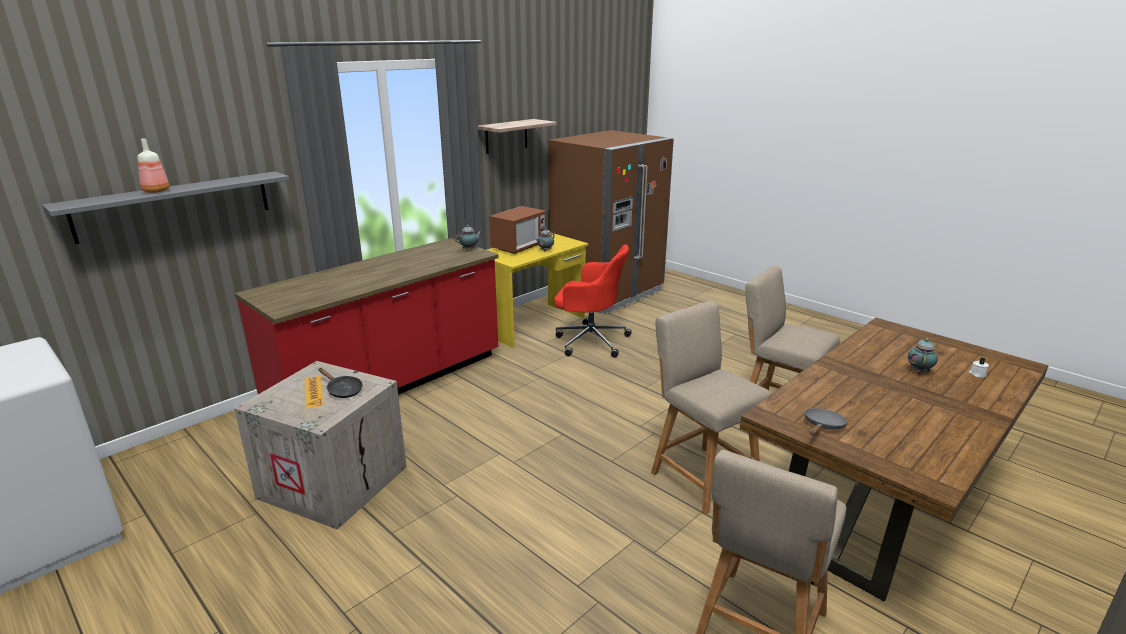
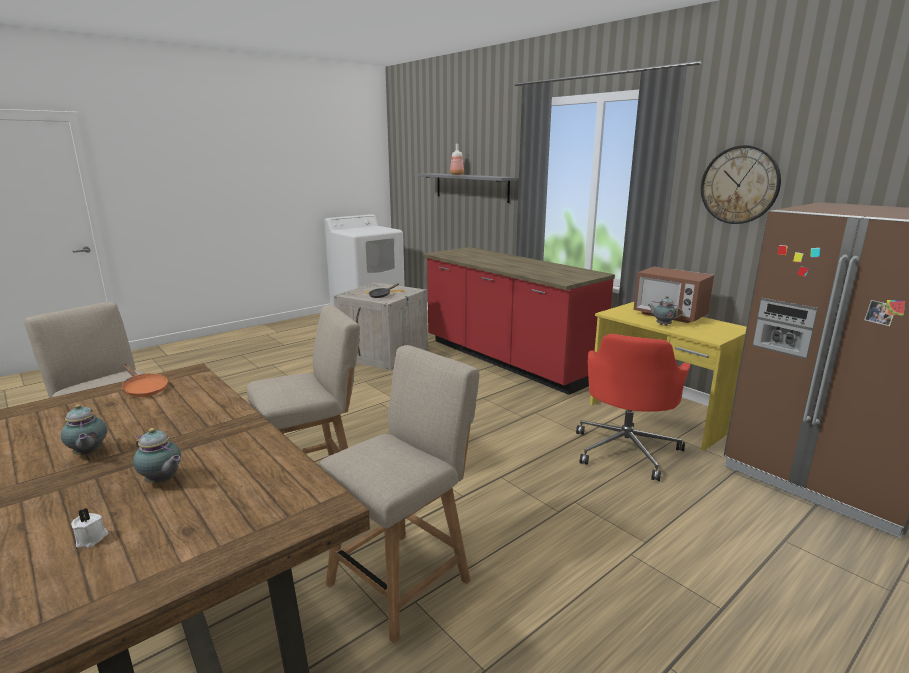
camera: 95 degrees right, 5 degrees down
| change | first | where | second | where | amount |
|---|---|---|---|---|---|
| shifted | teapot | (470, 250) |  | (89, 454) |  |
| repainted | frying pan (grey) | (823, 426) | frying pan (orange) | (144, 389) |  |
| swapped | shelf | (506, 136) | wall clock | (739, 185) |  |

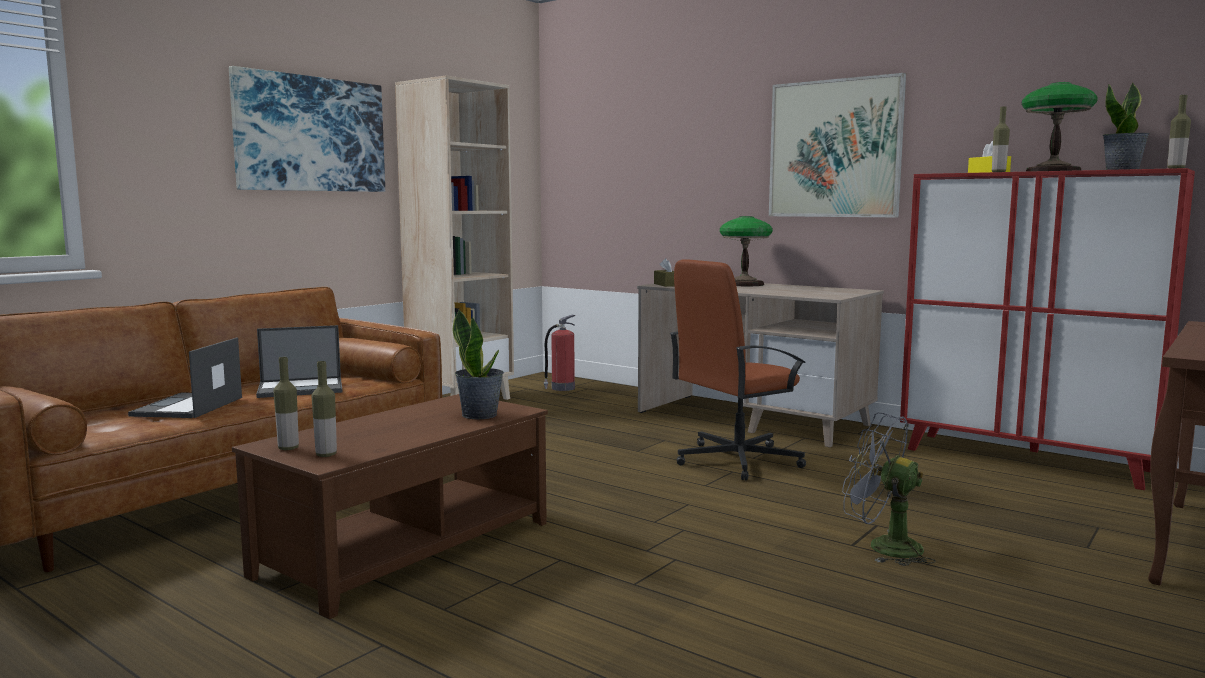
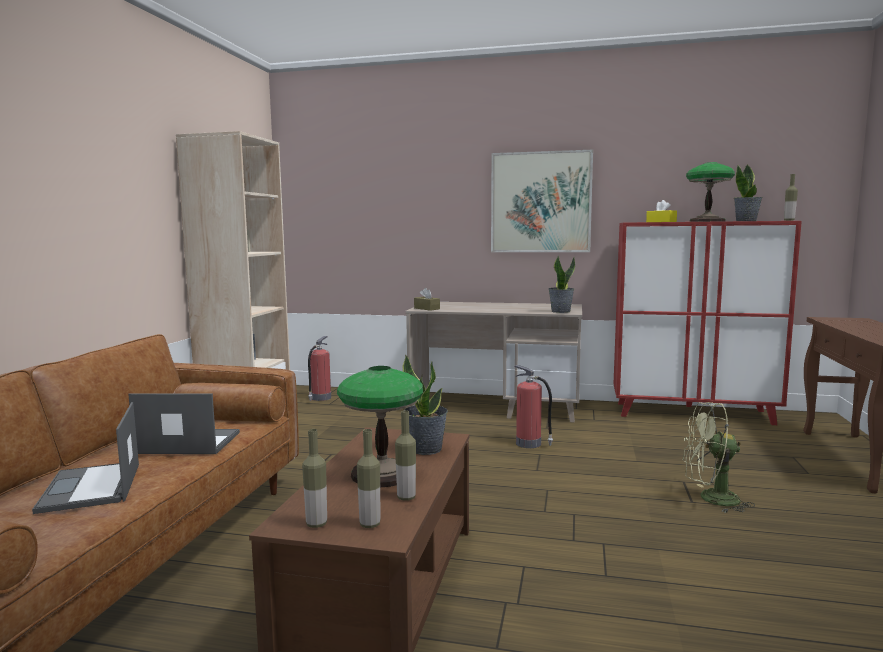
camera: 25 degrees left, 0 degrees up
| change | first | where | second | where | amount |
|---|---|---|---|---|---|
| rotated | laptop | (302, 388) |  | (187, 443) | 135 degrees counterclockwise |
| shifted | table lamp | (744, 284) |  | (383, 474) |  |
| shifted | bottle | (998, 172) |  | (406, 497) |  |
| swapped | office chair (brown) | (736, 460) | fire extinguisher | (529, 444) |  |
| new |  |  | potted plant | (560, 311) |  |
| repainted | fan (grey) | (883, 547) | fan (green) | (710, 499) |  |
| gone | picture | (311, 134) |  |  |  |

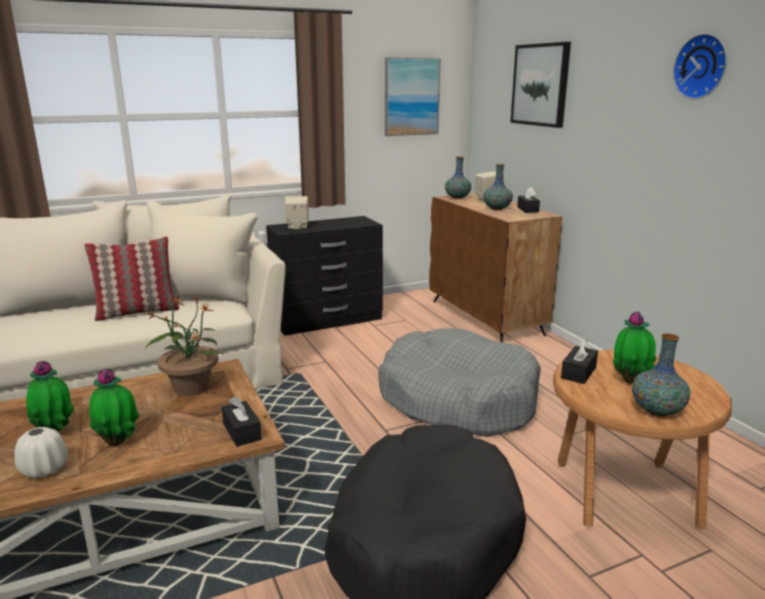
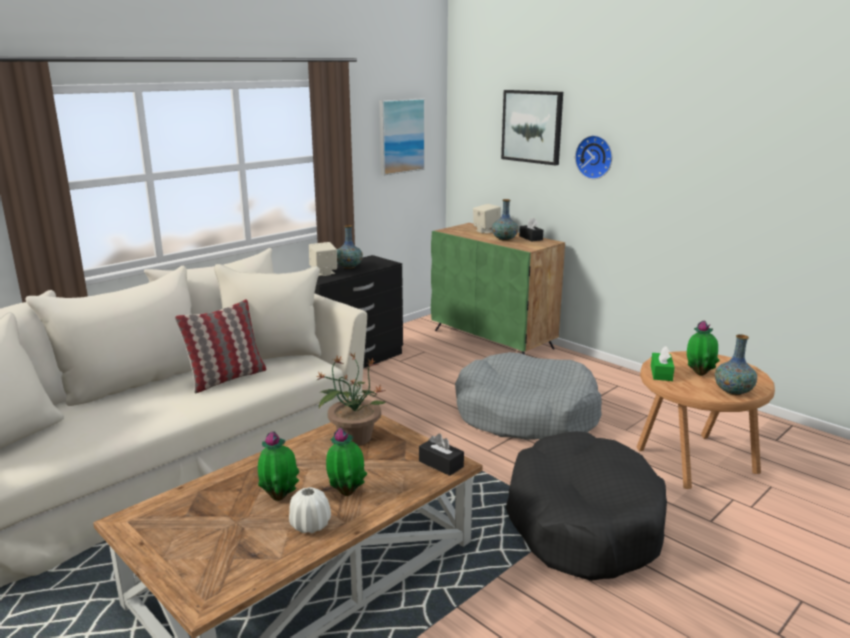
camera: 20 degrees left, 0 degrees up
| change | first | where | second | where | amount |
|---|---|---|---|---|---|
| shifted | vase | (457, 197) |  | (349, 267) |  |
| repainted | cabinet (brown) | (486, 317) | cabinet (green) | (493, 339) |  |
| shifted | wall clock | (702, 66) |  | (595, 157) |  |
| repainted | tissue box (black) | (578, 372) | tissue box (green) | (661, 373) |  |

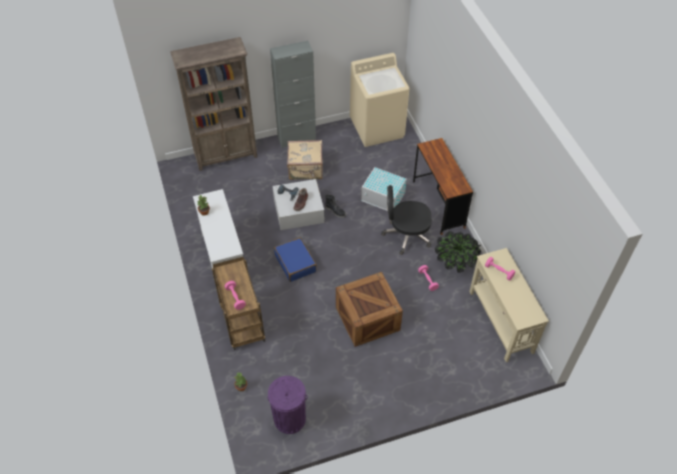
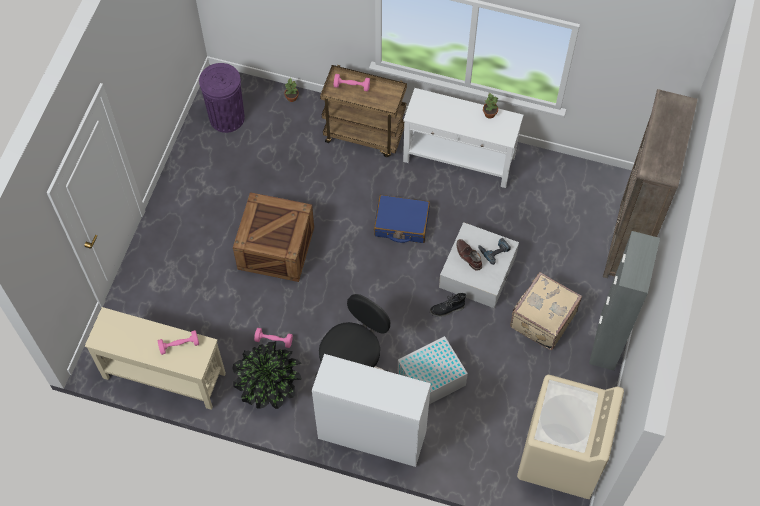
camera: 125 degrees right, 10 degrees up
| change | first | where | second | where | amount |
|---|---|---|---|---|---|
| swapped | desk (brown) | (438, 204) | cabinet (white) | (371, 435) |  |

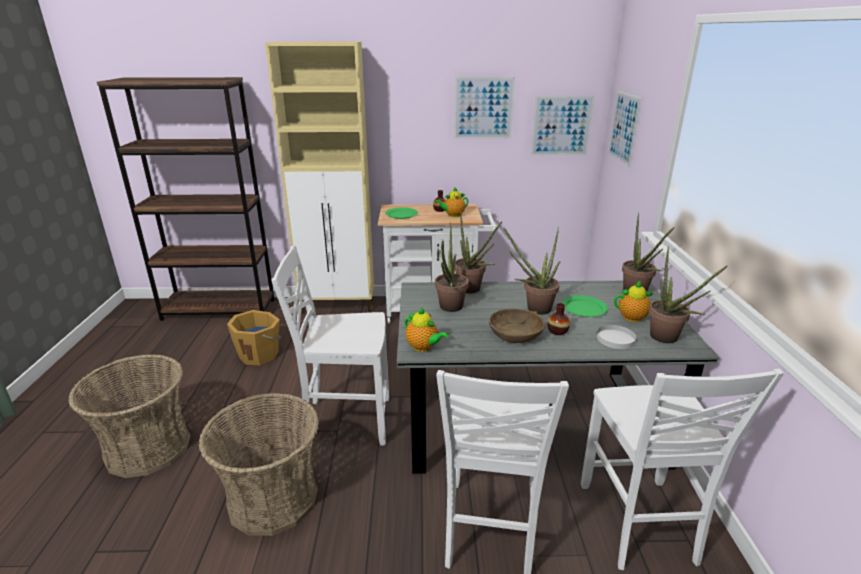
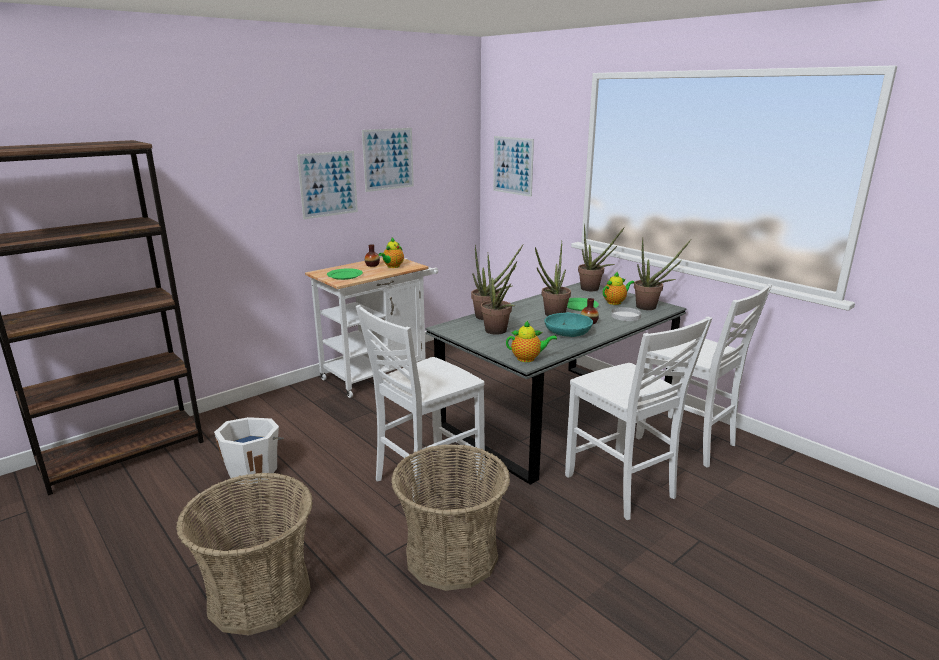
camera: 40 degrees left, 5 degrees down
| change | first | where | second | where | amount |
|---|---|---|---|---|---|
| repainted | bucket (orange) | (260, 354) | bucket (white) | (253, 471) |  |
| shifted | picture | (561, 126) |  | (328, 184) |  |
| repainted | bowl (brown) | (515, 333) | bowl (turquoise) | (567, 331) |  |
| gone | cabinet (beige) | (339, 306) |  |  |  |

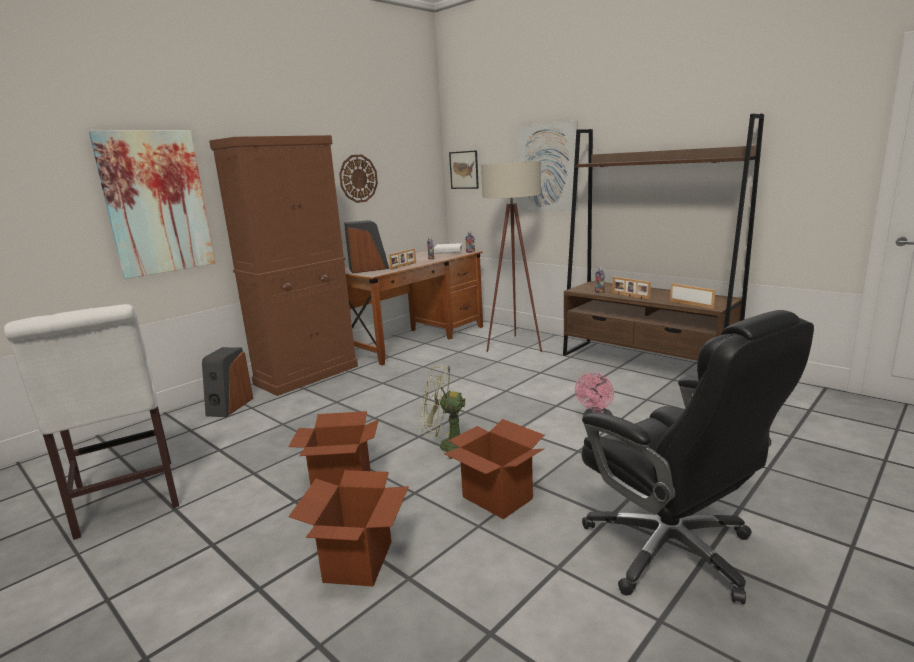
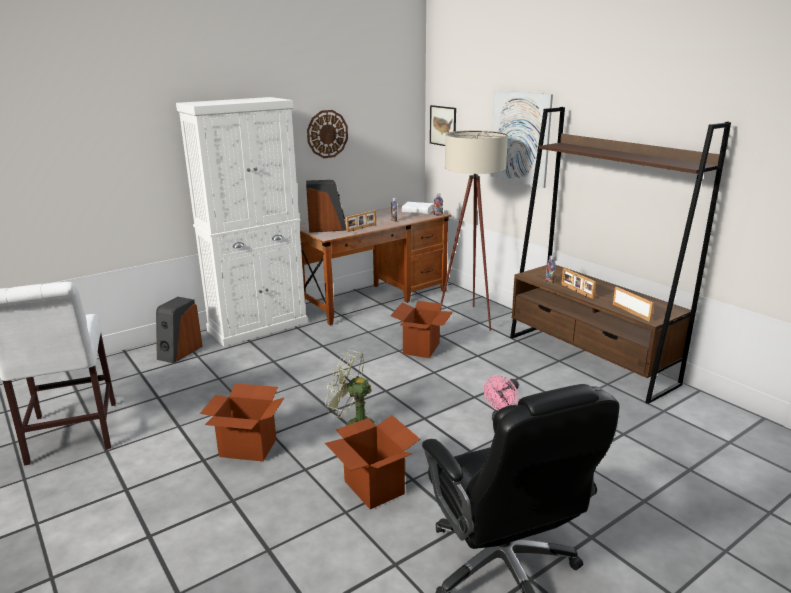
camera: 10 degrees right, 5 degrees up
| change | first | where | second | where | amount |
|---|---|---|---|---|---|
| repainted | cabinet (brown) | (307, 375) | cabinet (white) | (258, 326) |  |
| shifted | cardboard box | (358, 562) |  | (421, 348) |  |
| gone | picture | (156, 203) |  |  |  |

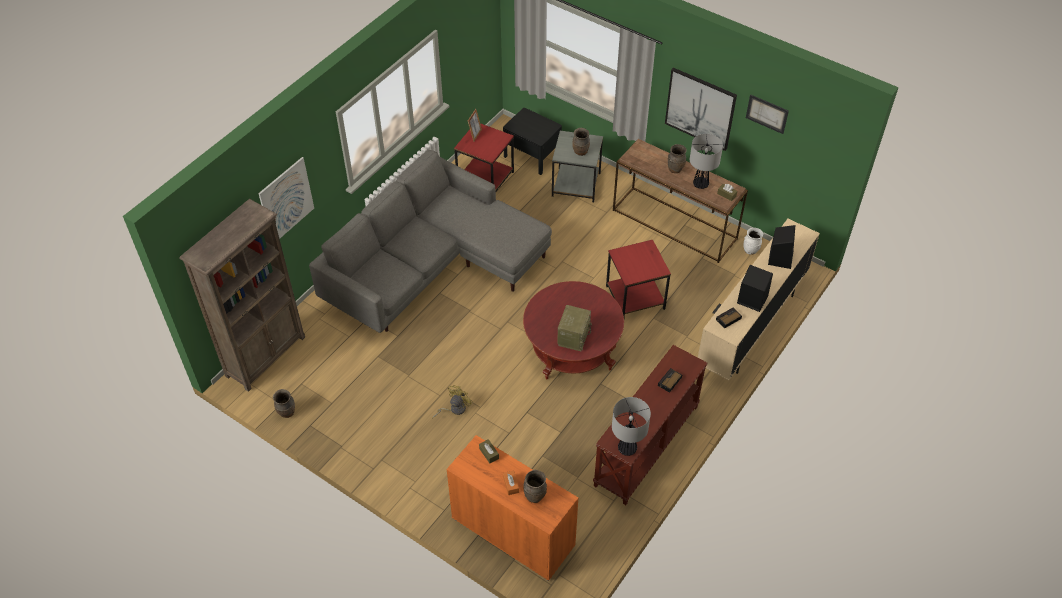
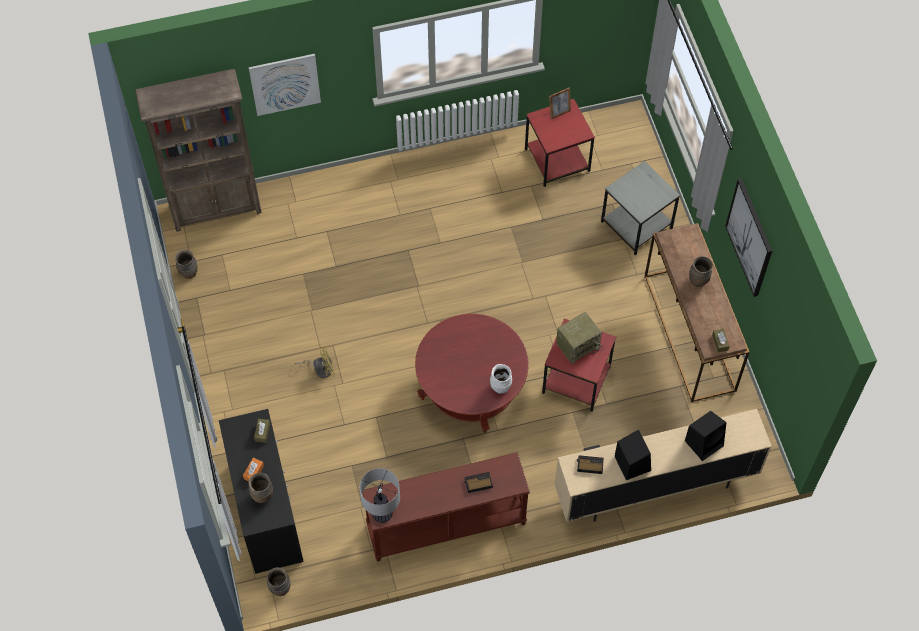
camera: 40 degrees right, 10 degrees up
| change | first | where | second | where | amount |
|---|---|---|---|---|---|
| repainted | cabinet (orange) | (513, 532) | cabinet (black) | (267, 512) |  |
| shifted | vase (brown) | (580, 152) |  | (280, 588) |  |
| shifted | vase (white) | (750, 250) |  | (501, 387) |  |
| shifted | radio | (573, 336) |  | (578, 345) |  |
| gone | sofa (grey) | (432, 266) |  |  |  |
| gone | nightstand (black) | (532, 155) |  |  |  |
| gone | table lamp | (700, 184) |  |  |  |
| gone | picture | (767, 113) |  |  |  |

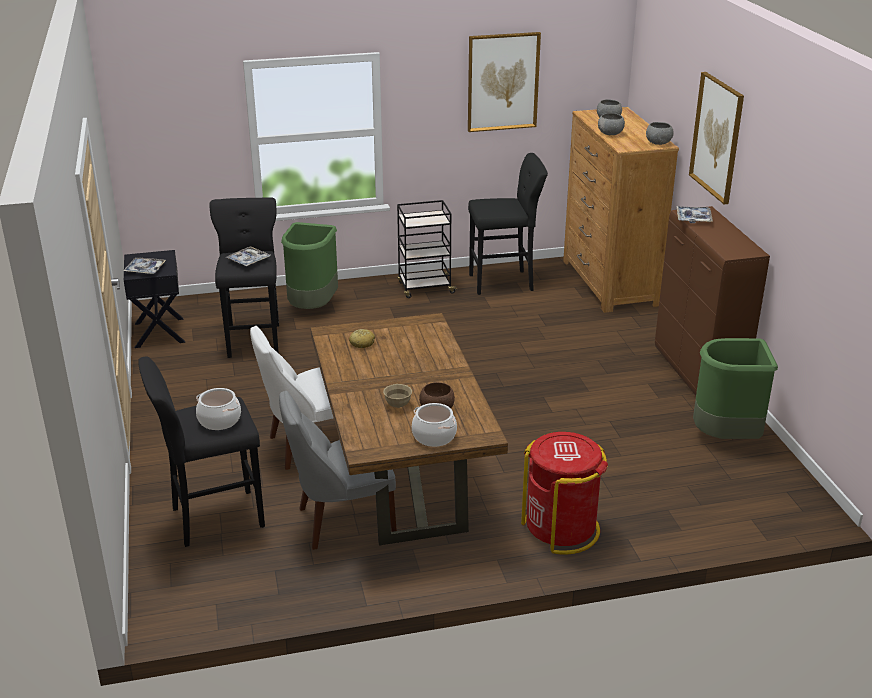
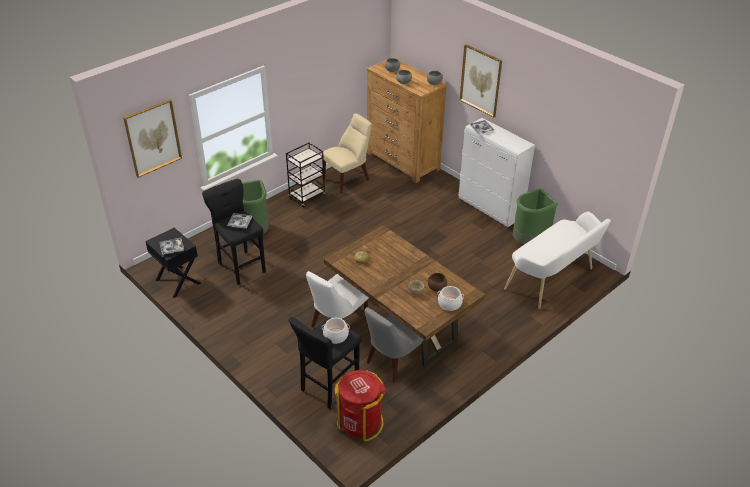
camera: 30 degrees left, 10 degrees up
| change | first | where | second | where | amount |
|---|---|---|---|---|---|
| shifted | picture | (503, 82) |  | (153, 138) |  |
| swapped | stool (black) | (504, 282) | chair (beige) | (348, 179) |  |
| shifted | trash can (red) | (561, 529) |  | (360, 422) |  |
| repainted | cabinet (brown) | (698, 375) | cabinet (white) | (490, 209) |  |
| new |  |  | bench (white) | (553, 280) |  |

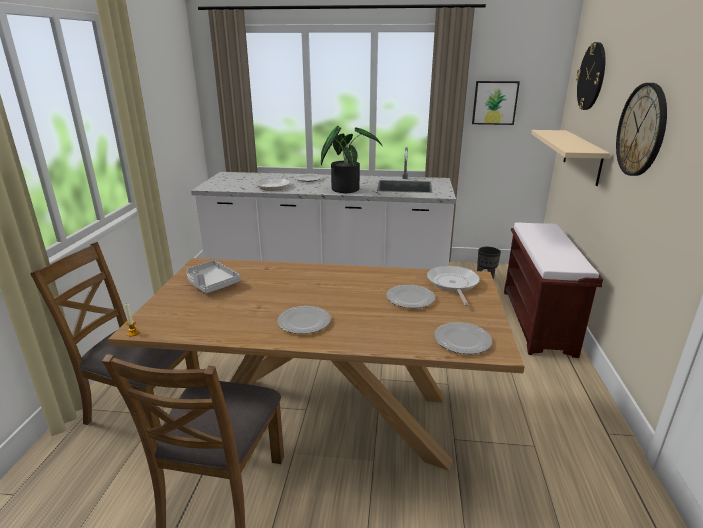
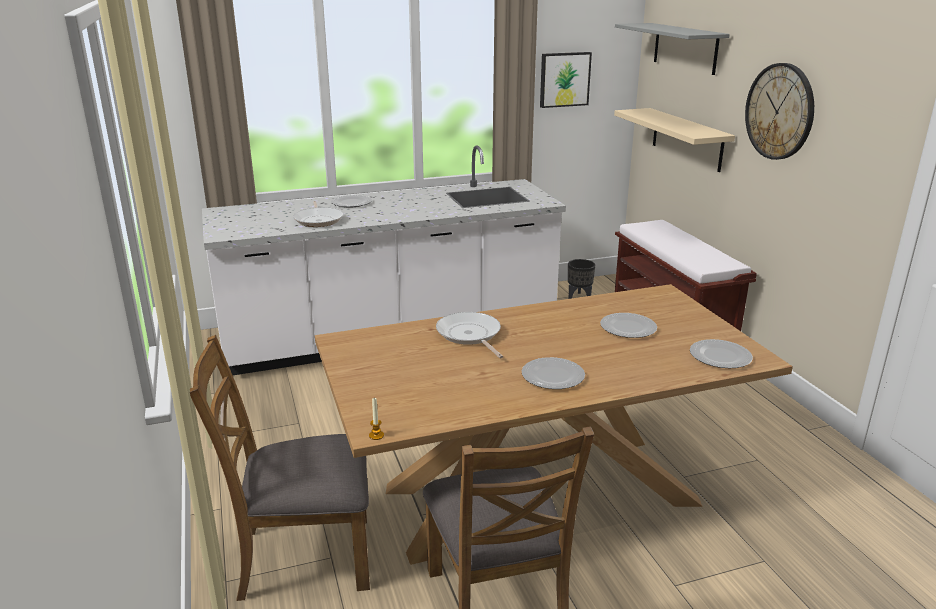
camera: 25 degrees left, 0 degrees up
| change | first | where | second | where | amount |
|---|---|---|---|---|---|
| shifted | frying pan | (453, 284) |  | (470, 335) |  |
| swapped | wall clock | (591, 76) | shelf (grey) | (685, 48) |  |
| gone | tray (grey) | (211, 283) |  |  |  |
| gone | potted plant | (346, 188) |  |  |  |

